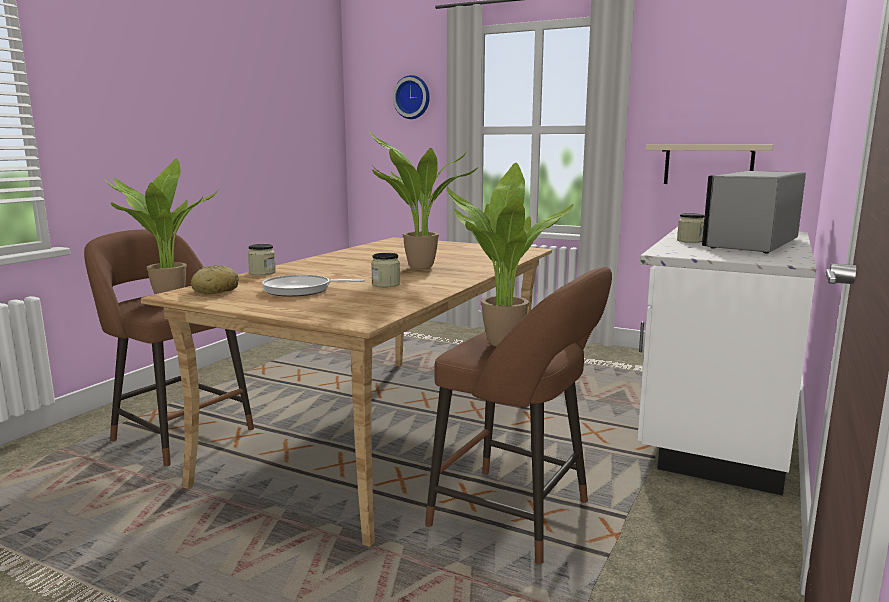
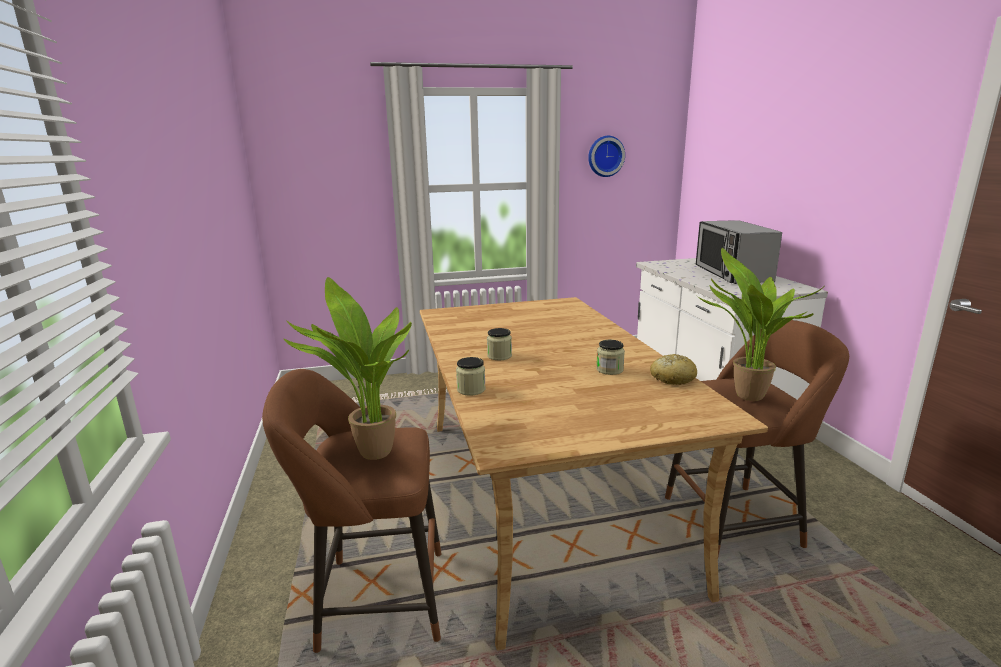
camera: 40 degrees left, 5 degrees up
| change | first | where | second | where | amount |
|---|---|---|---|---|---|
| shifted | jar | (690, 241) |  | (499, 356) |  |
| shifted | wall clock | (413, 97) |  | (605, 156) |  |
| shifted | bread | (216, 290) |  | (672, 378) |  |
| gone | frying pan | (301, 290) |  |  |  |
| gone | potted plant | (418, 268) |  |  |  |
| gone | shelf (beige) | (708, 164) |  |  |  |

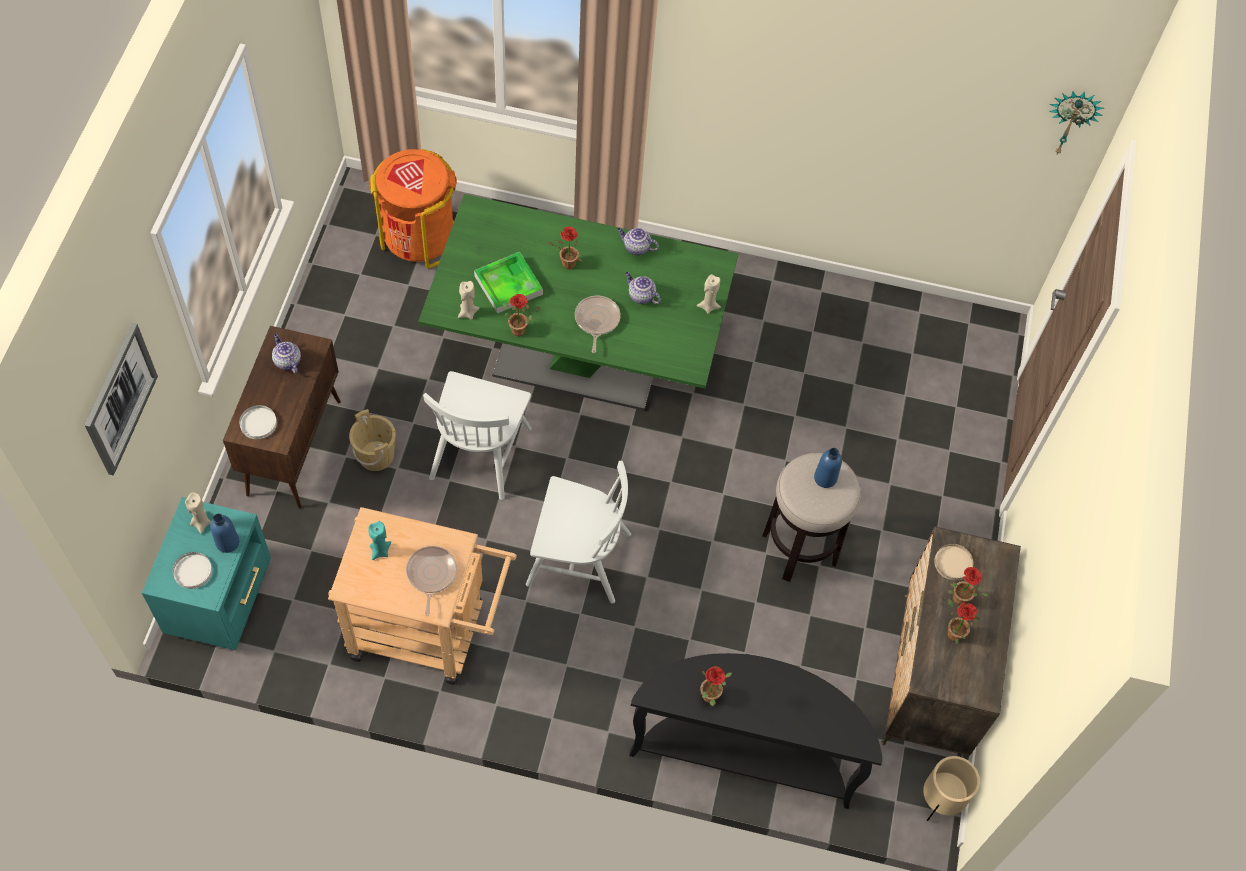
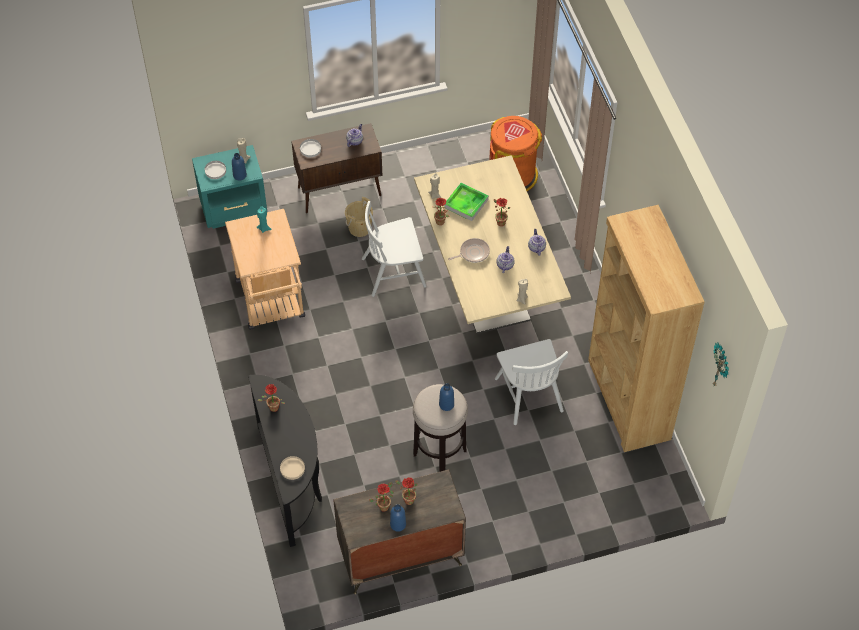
camera: 65 degrees right, 5 degrees down
| change | first | where | second | where | amount |
|---|---|---|---|---|---|
| shifted | plate (beige) | (953, 563) |  | (292, 469) |  |
| new |  |  | bottle (blue) | (398, 524) |  |
| repainted | dining table (green) | (578, 358) | dining table (beige) | (487, 286) |  |
| shifted | chair (white) | (578, 558) |  | (529, 394) |  |
| new |  |  | bookcase (brown) | (628, 400) |  |
| gone | picture | (120, 399) |  |  |  |
| gone | frying pan | (431, 575) |  |  |  |
| gone | planter (beige) | (939, 802) |  |  |  |

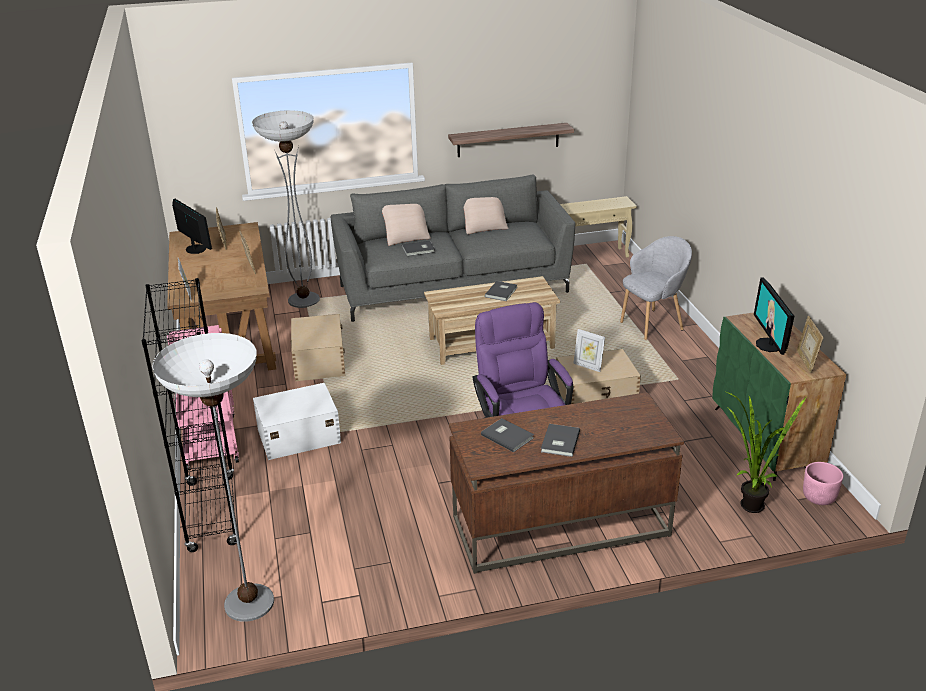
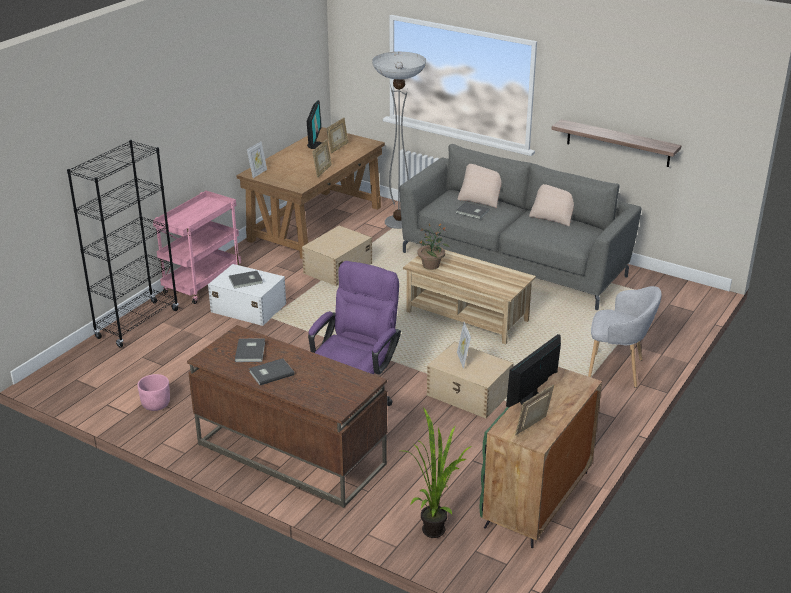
camera: 45 degrees right, 0 degrees up
| change | first | where | second | where | amount |
|---|---|---|---|---|---|
| shifted | planter (pink) | (819, 497) |  | (156, 404) |  |
| shifted | book (grey) | (502, 292) |  | (246, 281) |  |
| new |  |  | potted plant | (431, 265) |  |
| gone | floor lamp | (249, 603) |  |  |  |
| gone | side table (beige) | (592, 257) |  |  |  |

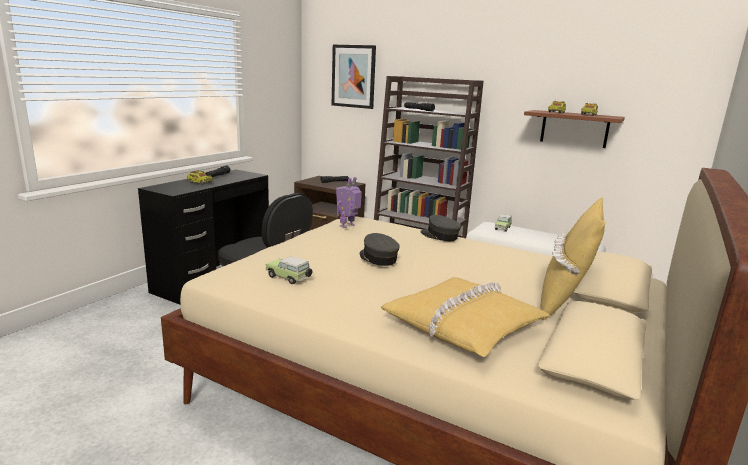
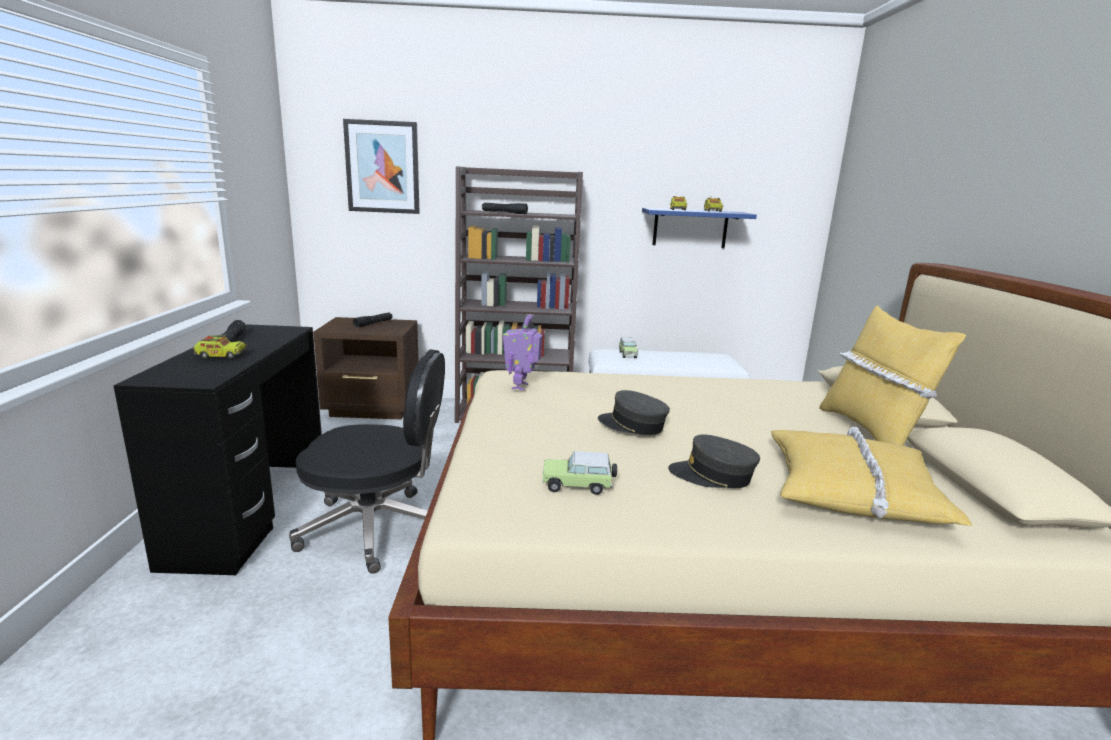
camera: 30 degrees left, 0 degrees up
| change | first | where | second | where | amount |
|---|---|---|---|---|---|
| repainted | shelf (brown) | (574, 129) | shelf (blue) | (690, 228) |  |
| shifted | cap (grey) | (439, 236) |  | (712, 476) |  |

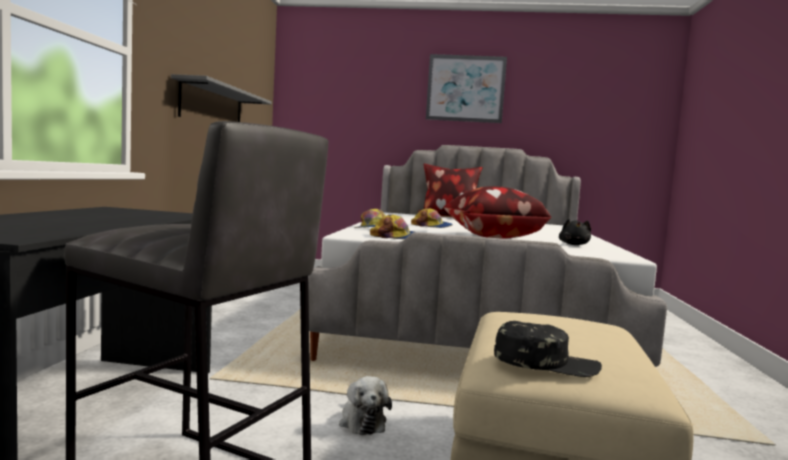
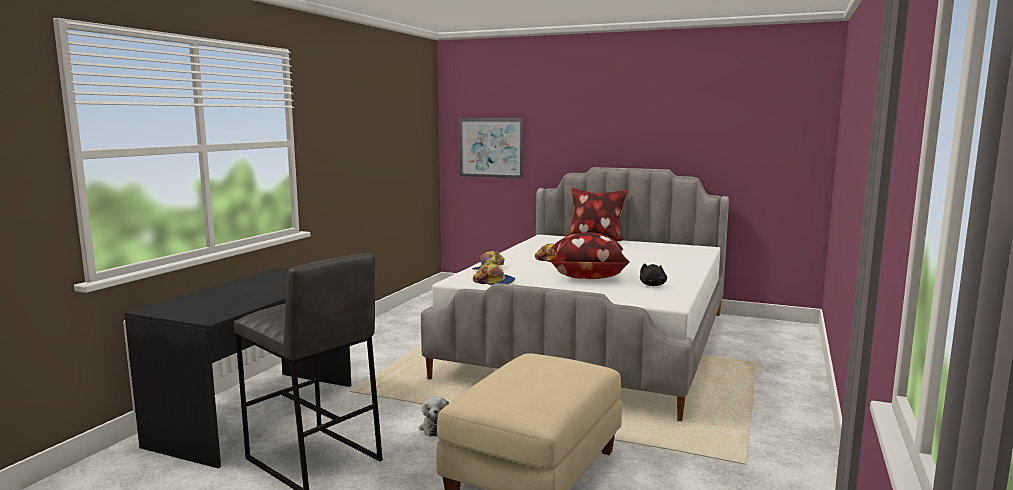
camera: 15 degrees right, 5 degrees up
| change | first | where | second | where | amount |
|---|---|---|---|---|---|
| shifted | picture | (465, 88) |  | (491, 148) |  |
| gone | shelf (grey) | (212, 106) |  |  |  |
| gone | cap (black) | (545, 362) |  |  |  |

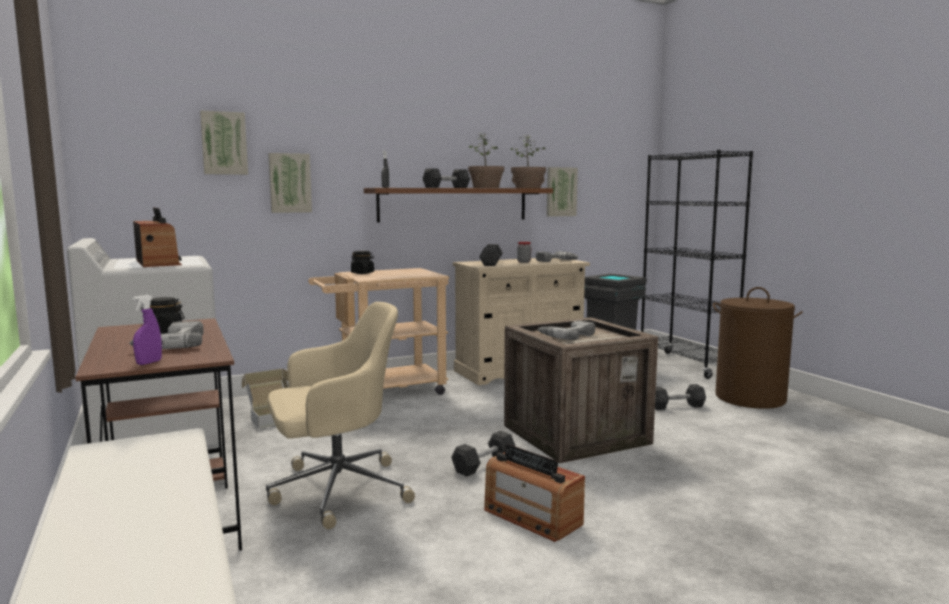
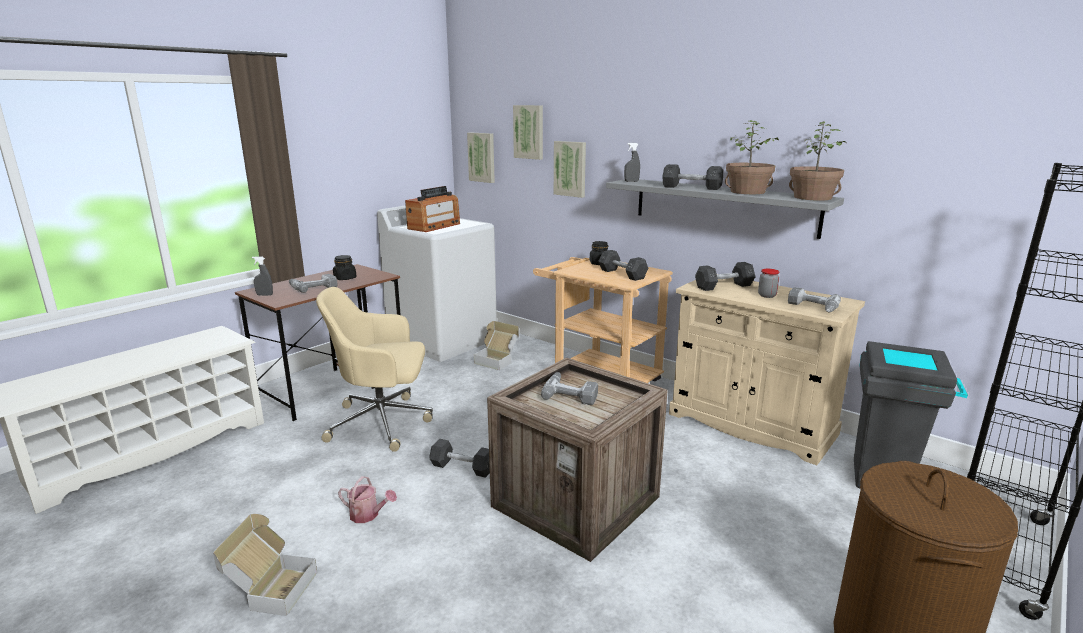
camera: 65 degrees right, 10 degrees up
| change | first | where | second | where | amount |
|---|---|---|---|---|---|
| new |  |  | cardboard box | (270, 589) |  |
| repainted | spray bottle (purple) | (149, 362) | spray bottle (grey) | (264, 295) |  |
| rotated | office chair (beige) | (336, 491) |  | (383, 422) | 135 degrees clockwise |
| swapped | radio | (532, 517) | watering can | (368, 515) |  |
| shifted | picture | (560, 192) |  | (482, 157) |  |
| shifted | dumbbell (grey) | (676, 406) |  | (622, 274) |  |
| repainted | shelf (brown) | (454, 204) | shelf (grey) | (723, 206) |  |

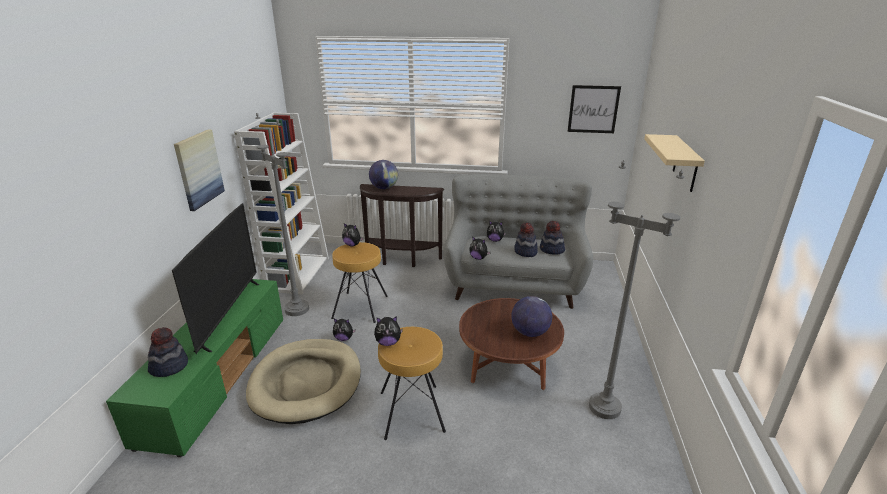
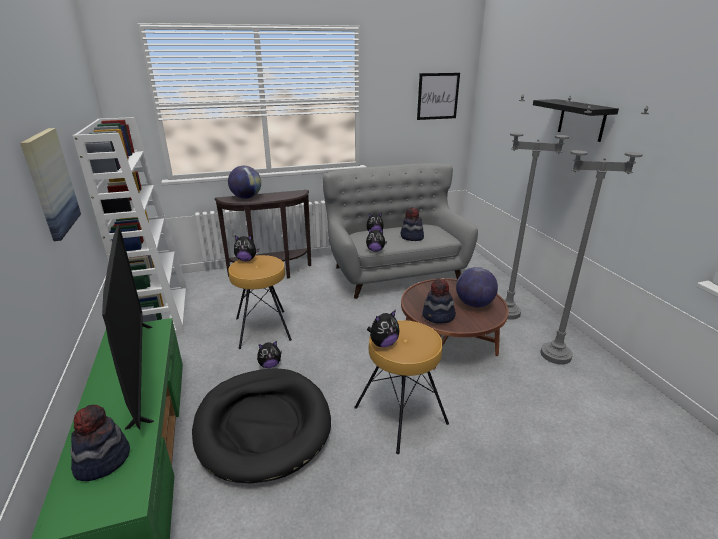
camera: 25 degrees left, 0 degrees up
| change | first | where | second | where | amount |
|---|---|---|---|---|---|
| repainted | dog bed (beige) | (306, 383) | dog bed (black) | (263, 425) |  |
| shifted | hat | (551, 250) |  | (438, 316) |  |
| shifted | floor lamp (grey) | (296, 309) |  | (507, 312) |  |
| repainted | shelf (beige) | (686, 164) | shelf (black) | (581, 120) |  |

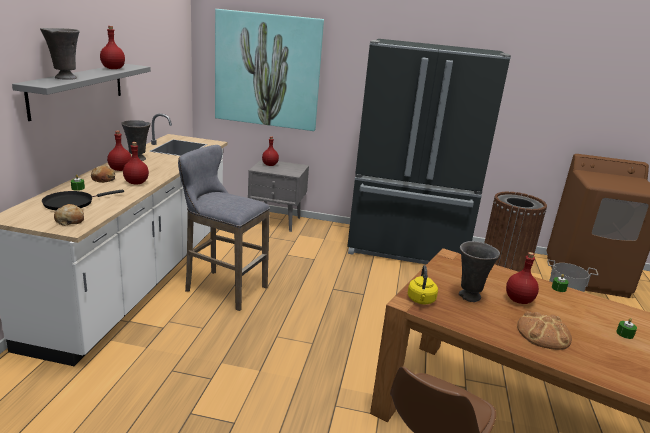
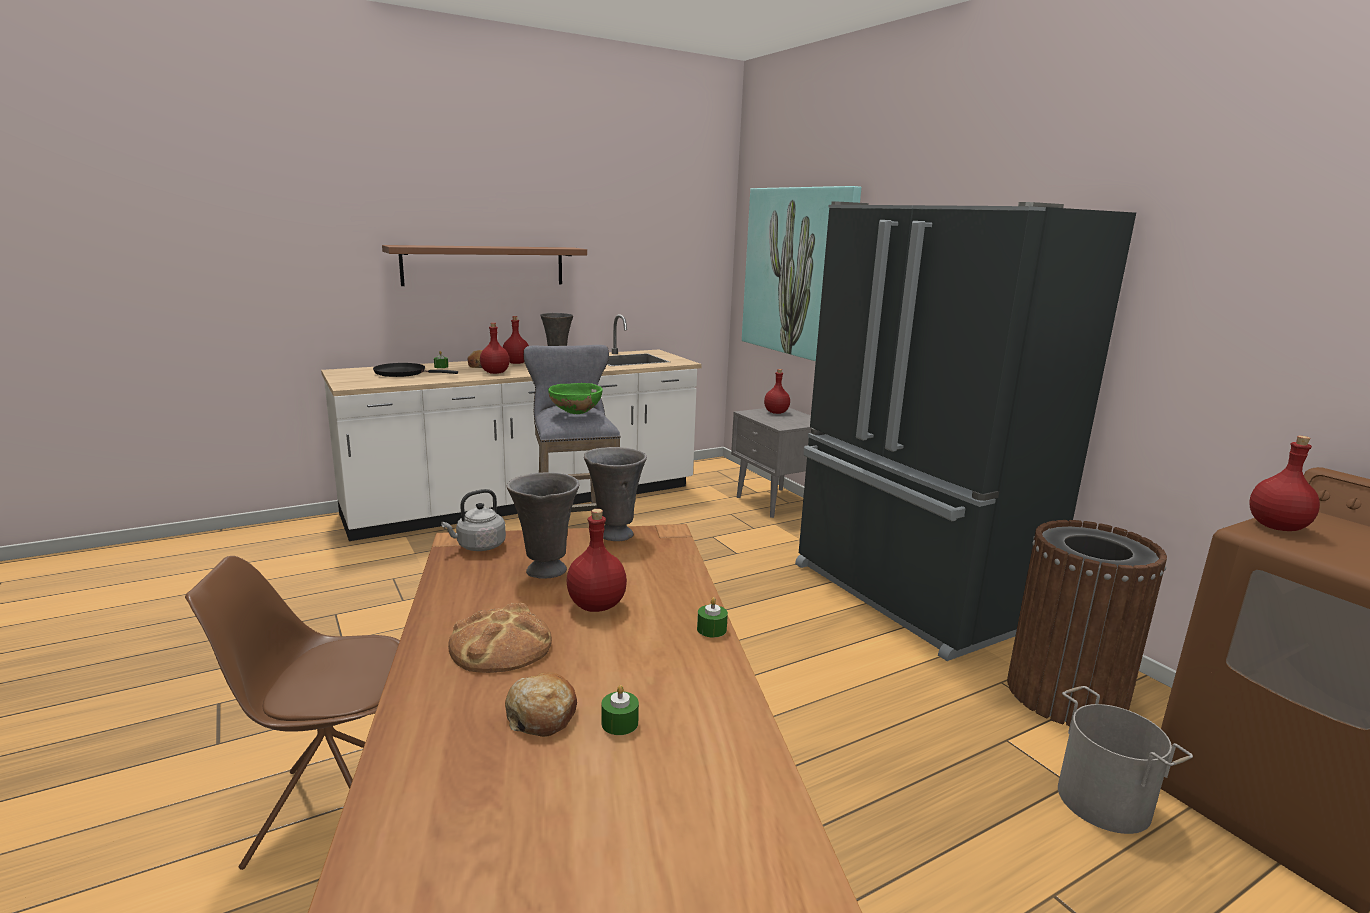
camera: 50 degrees right, 5 degrees down
| change | first | where | second | where | amount |
|---|---|---|---|---|---|
| repainted | shelf (grey) | (78, 89) | shelf (brown) | (484, 265) |  |
| repainted | kettle (yellow) | (421, 300) | kettle (grey) | (478, 546) |  |
| shifted | bread | (70, 220) |  | (542, 715) |  |
| new |  |  | bowl (green) | (575, 413) |  |
| shifted | vase (grey) | (64, 78) |  | (614, 534) |  |
| shifted | bottle (red) | (113, 68) |  | (1278, 527) |  |

